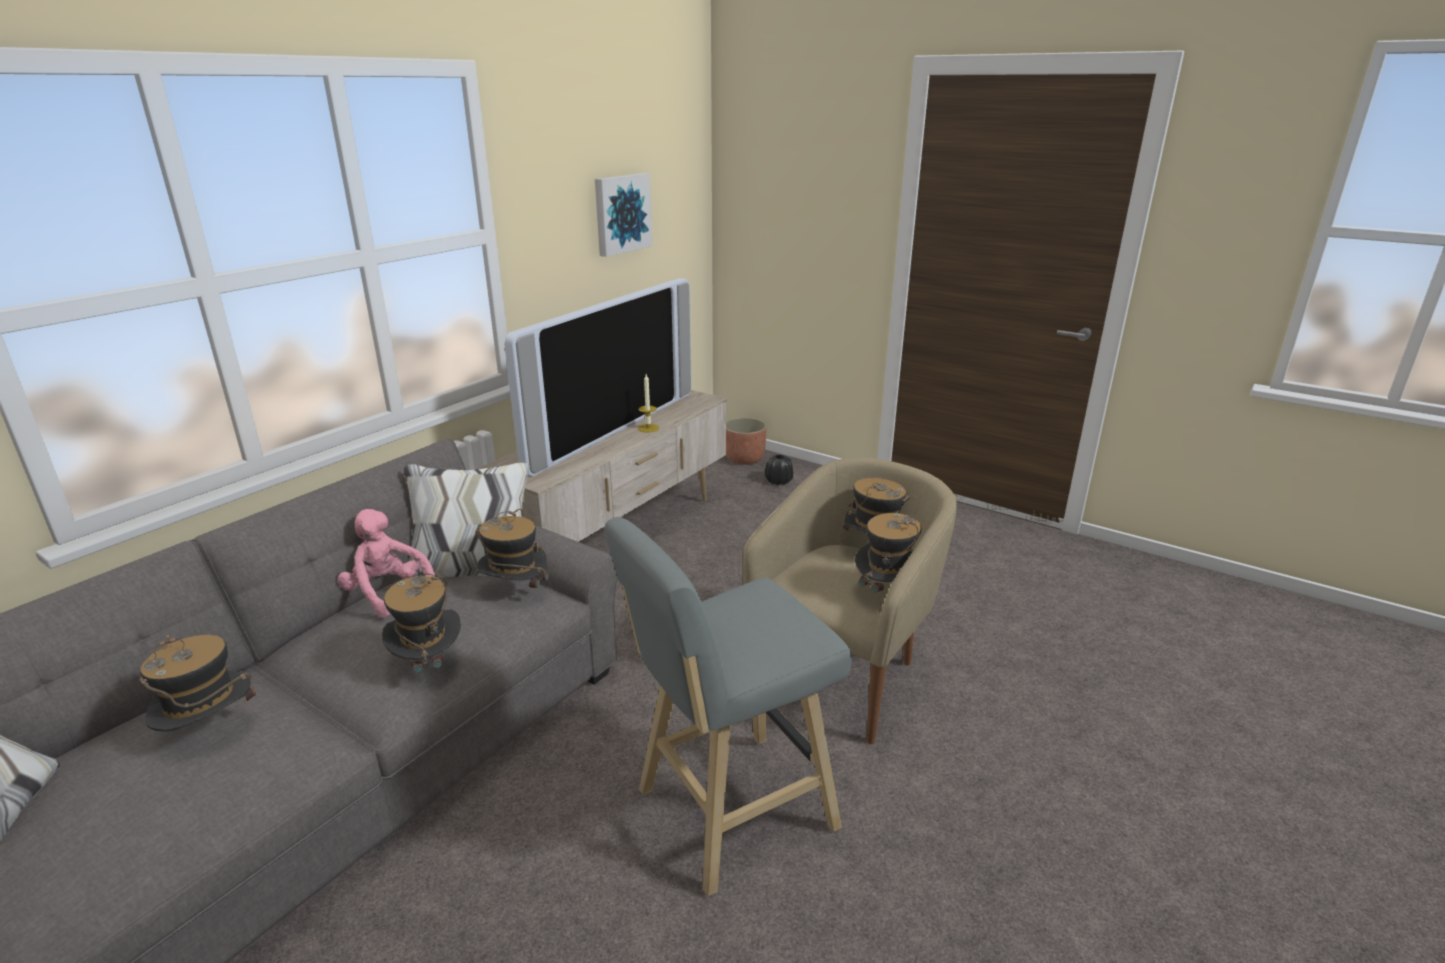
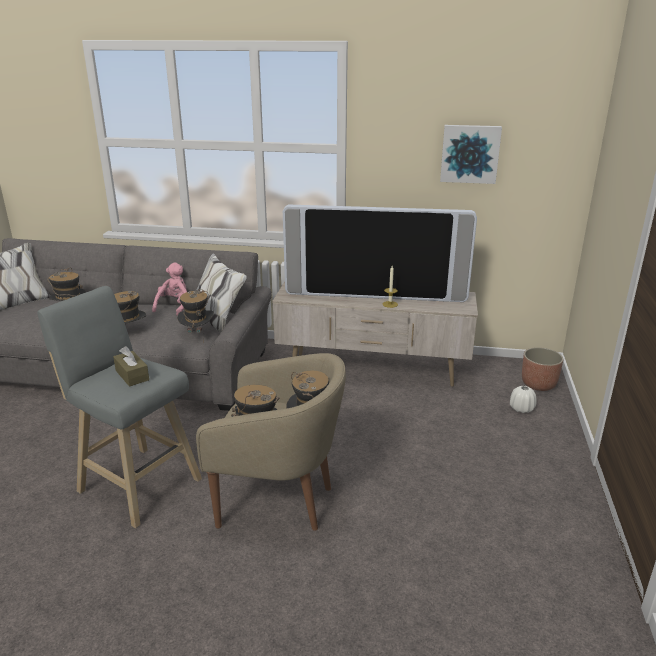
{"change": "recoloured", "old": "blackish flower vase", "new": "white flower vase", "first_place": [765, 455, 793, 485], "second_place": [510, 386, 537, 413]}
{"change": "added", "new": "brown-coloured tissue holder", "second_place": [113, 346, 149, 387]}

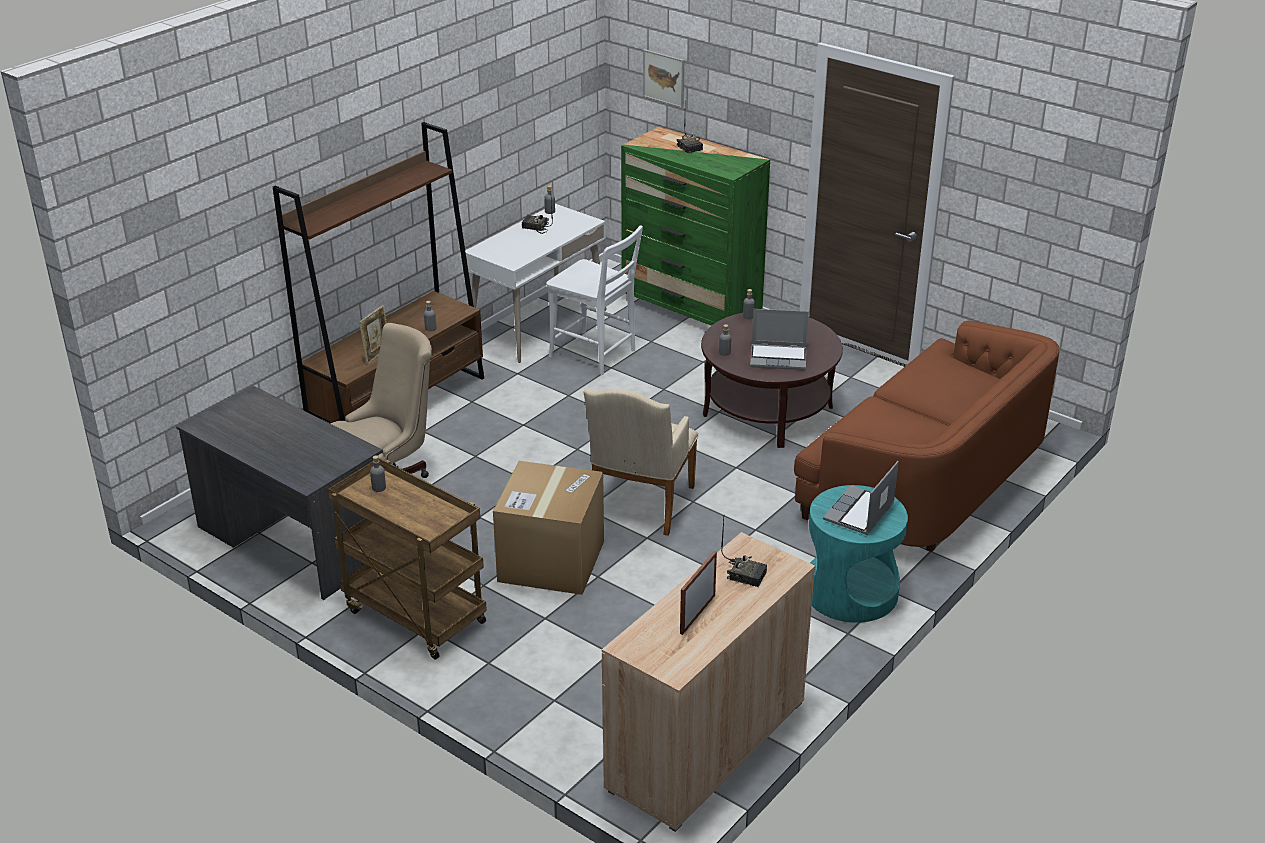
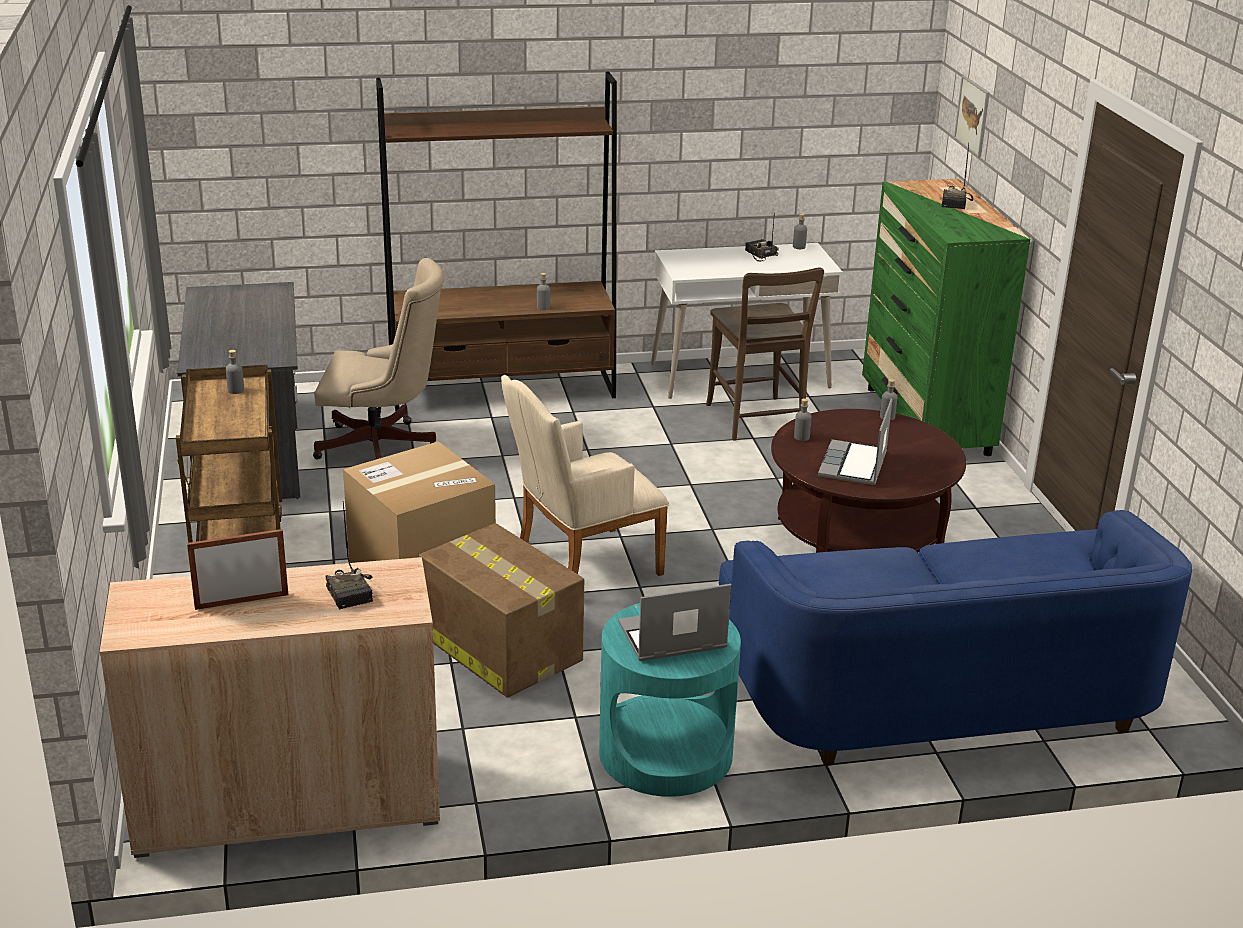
{"change": "removed", "old": "standing frame", "first_place": [359, 305, 387, 364]}
{"change": "recoloured", "old": "white upright chair", "new": "brown-coloured upright chair", "first_place": [546, 226, 643, 375], "second_place": [706, 267, 824, 441]}
{"change": "turned", "old": "laptop", "first_place": [750, 309, 809, 370], "second_place": [818, 398, 892, 485], "degrees": 60}
{"change": "recoloured", "old": "brown-coloured settee", "new": "blue-coloured settee", "first_place": [794, 321, 1059, 552], "second_place": [719, 510, 1192, 766]}
{"change": "added", "new": "carton", "second_place": [419, 523, 584, 698]}

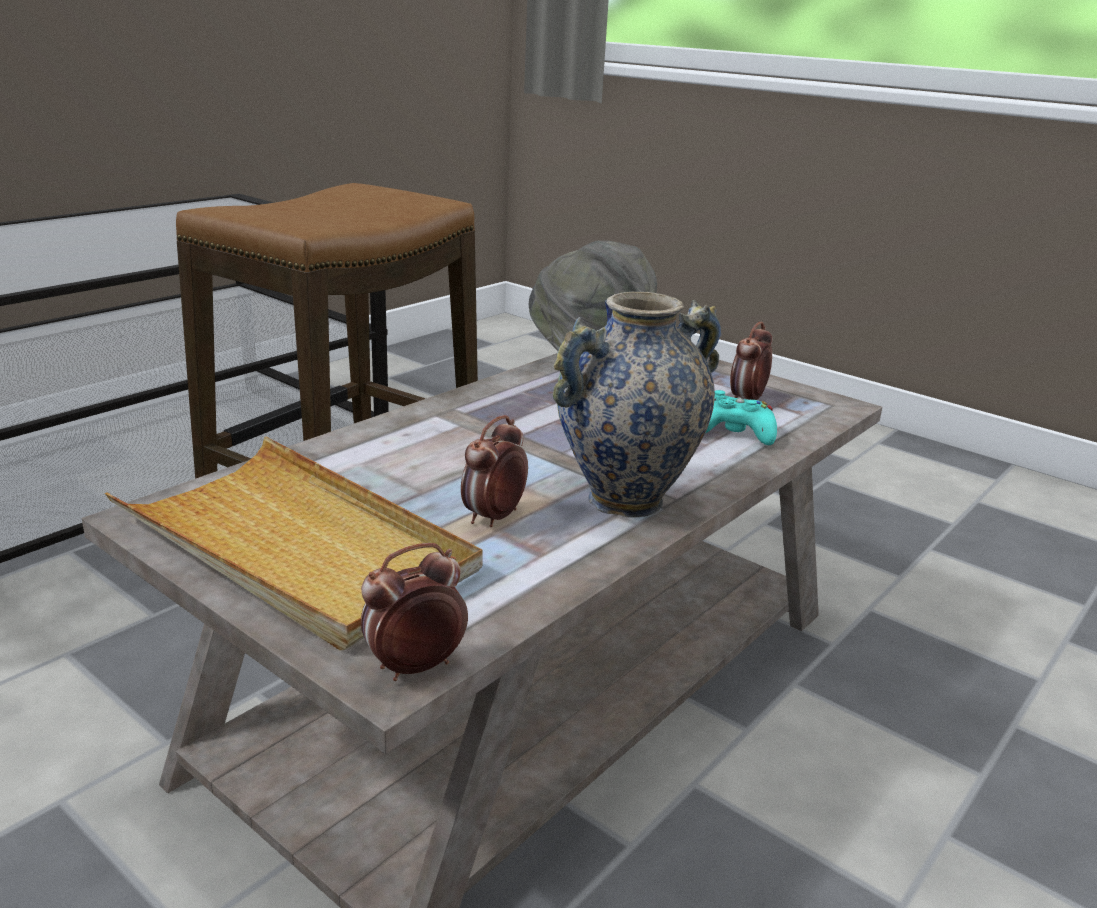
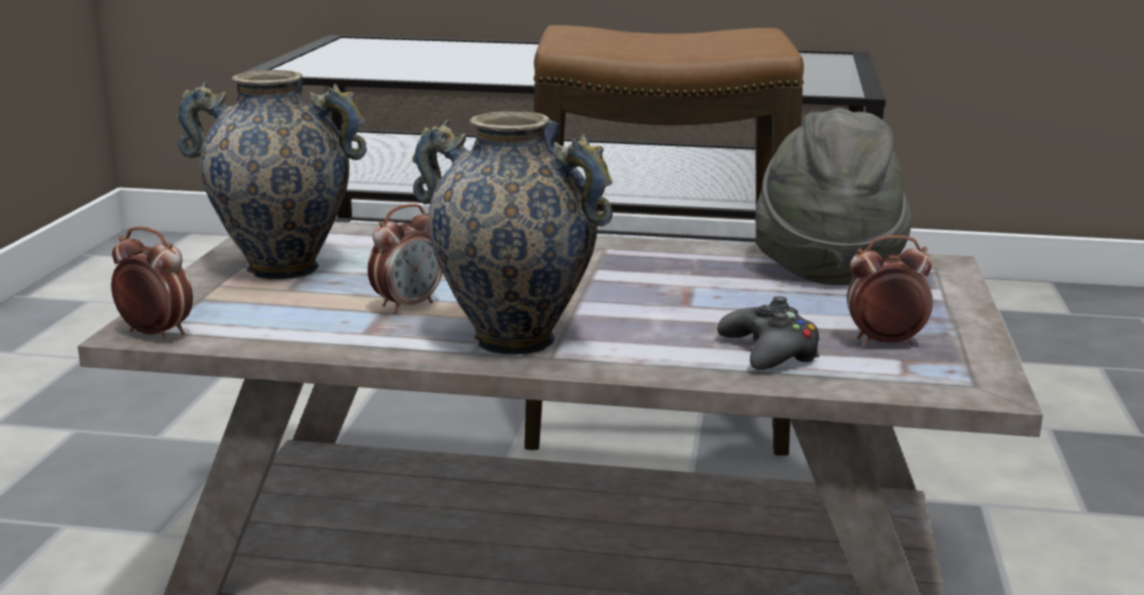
{"change": "replaced", "old": "beige-coloured serving tray", "new": "flower vase", "first_place": [105, 437, 482, 650], "second_place": [175, 70, 367, 280]}
{"change": "turned", "old": "alarm clock", "first_place": [461, 415, 528, 527], "second_place": [367, 204, 443, 314], "degrees": 135}
{"change": "recoloured", "old": "turquoise gamepad", "new": "blackish gamepad", "first_place": [706, 390, 777, 445], "second_place": [717, 296, 820, 370]}

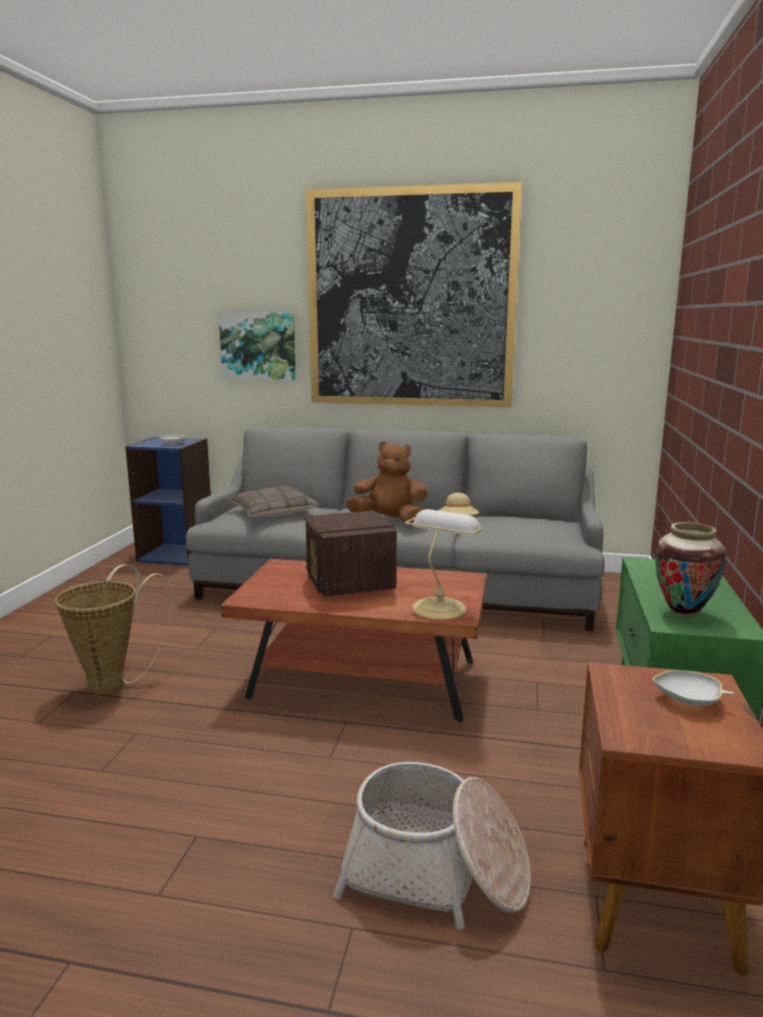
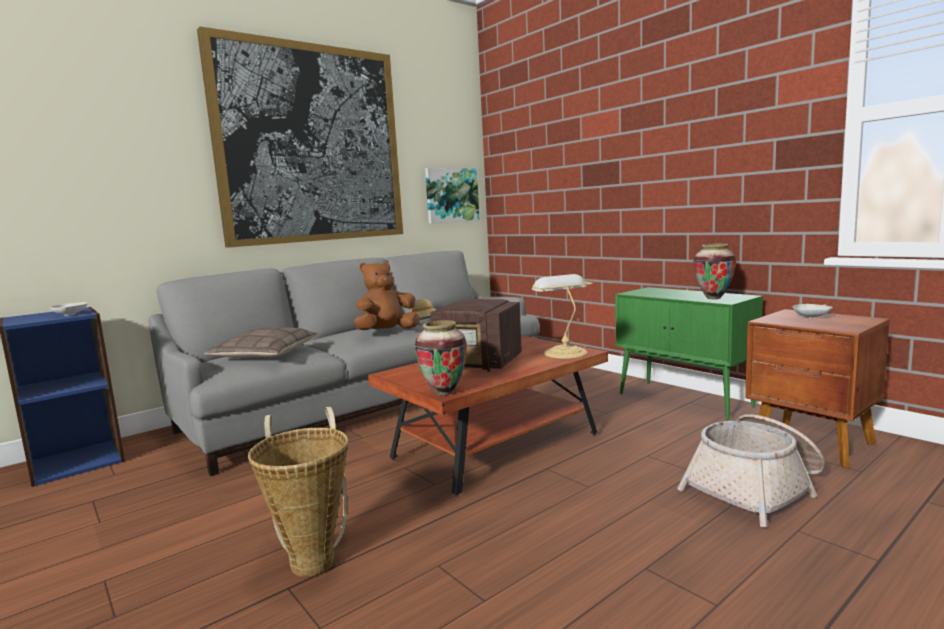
{"change": "moved", "old": "picture", "first_place": [219, 313, 296, 381], "second_place": [425, 168, 479, 224]}
{"change": "added", "new": "flower vase", "second_place": [415, 320, 467, 396]}

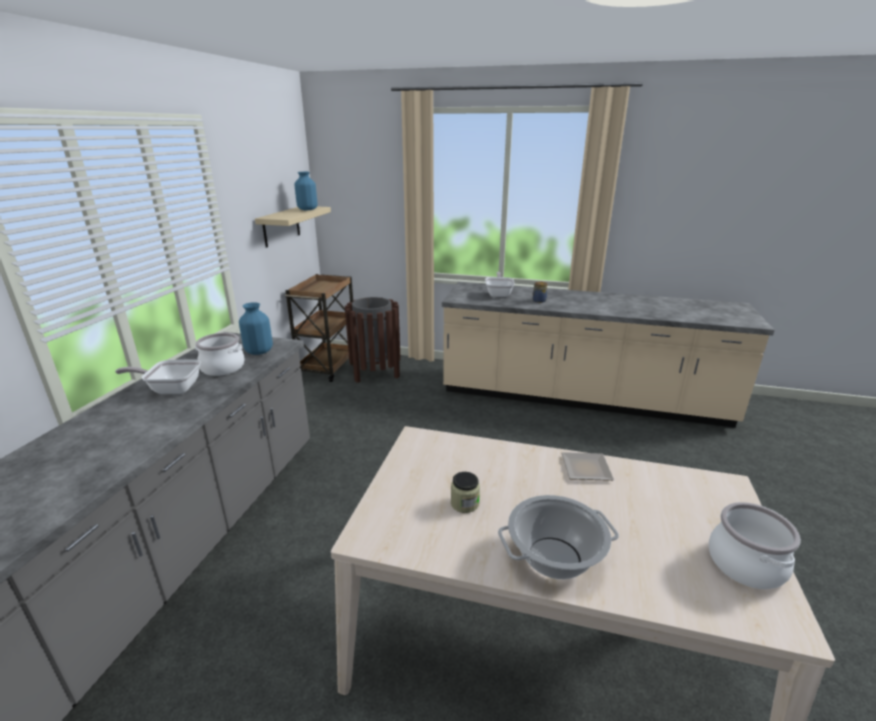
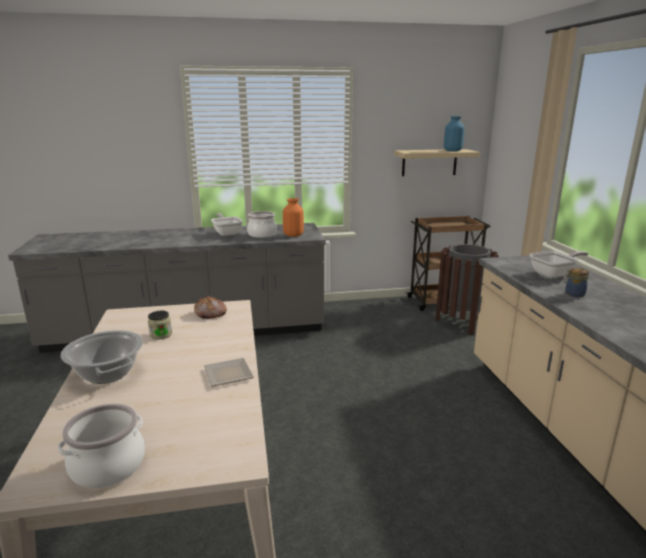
{"change": "recoloured", "old": "blue-coloured flower vase", "new": "orangey flower vase", "first_place": [239, 302, 273, 355], "second_place": [283, 198, 304, 237]}
{"change": "added", "new": "bread", "second_place": [194, 296, 227, 319]}

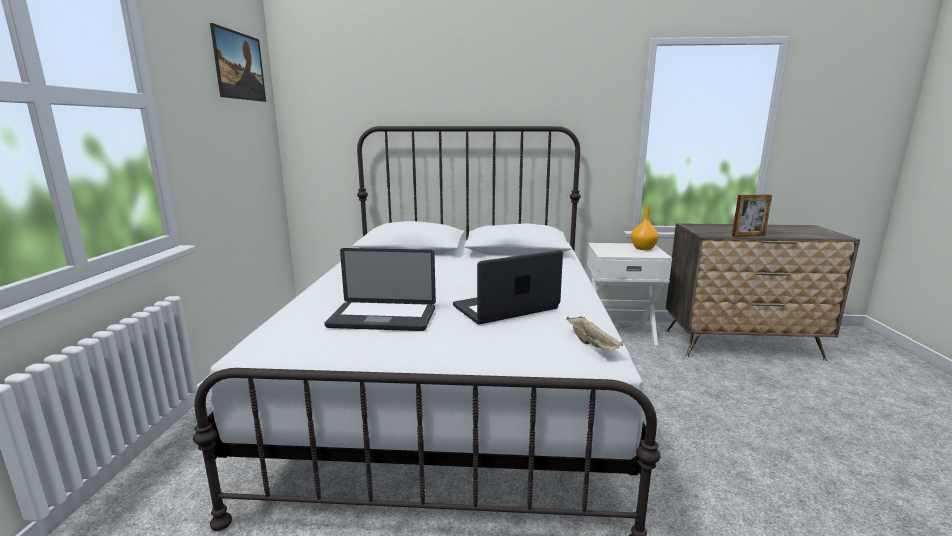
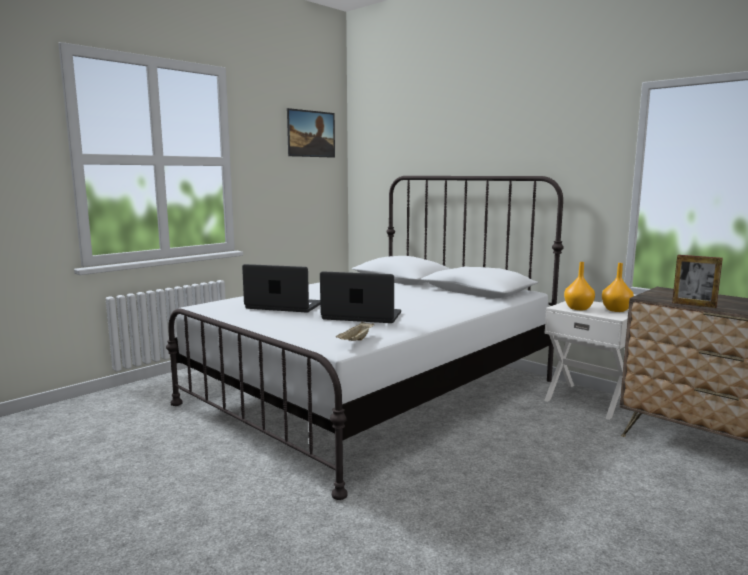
{"change": "turned", "old": "laptop", "first_place": [325, 248, 436, 331], "second_place": [242, 264, 320, 313], "degrees": 150}
{"change": "added", "new": "orangey flower vase", "second_place": [564, 262, 595, 310]}

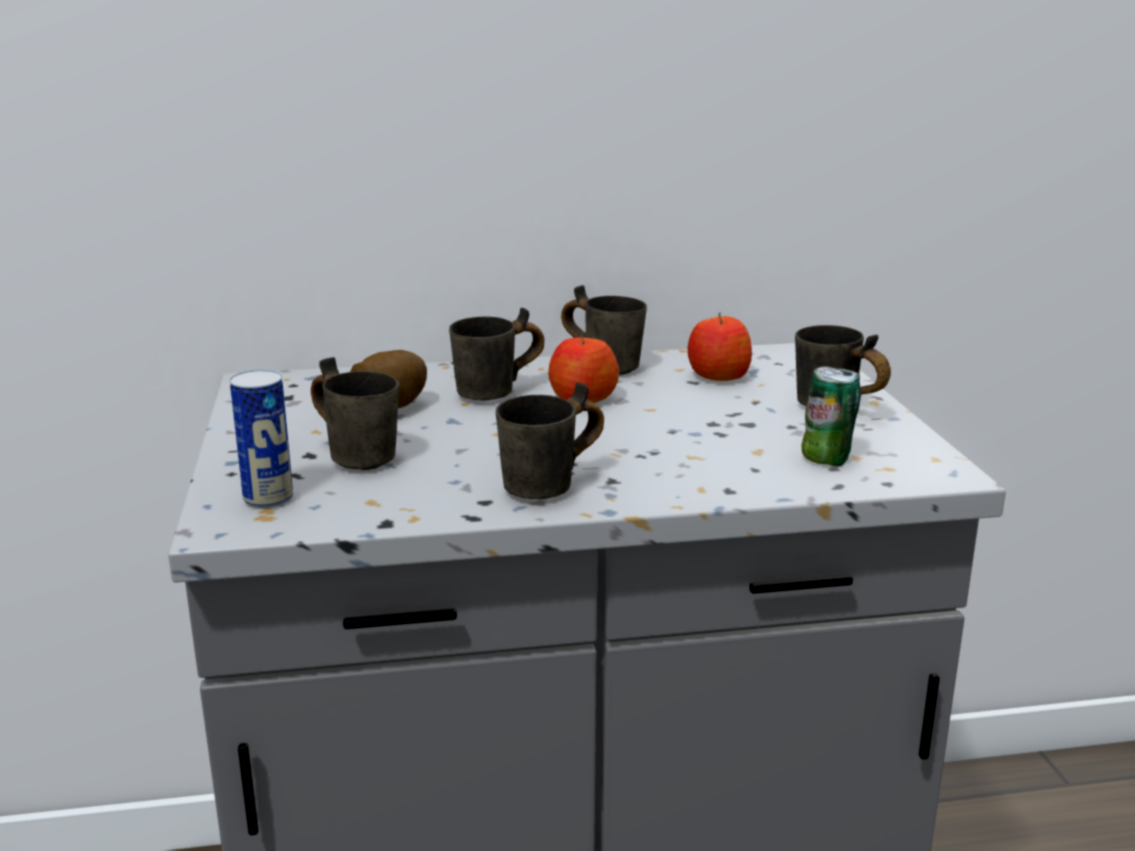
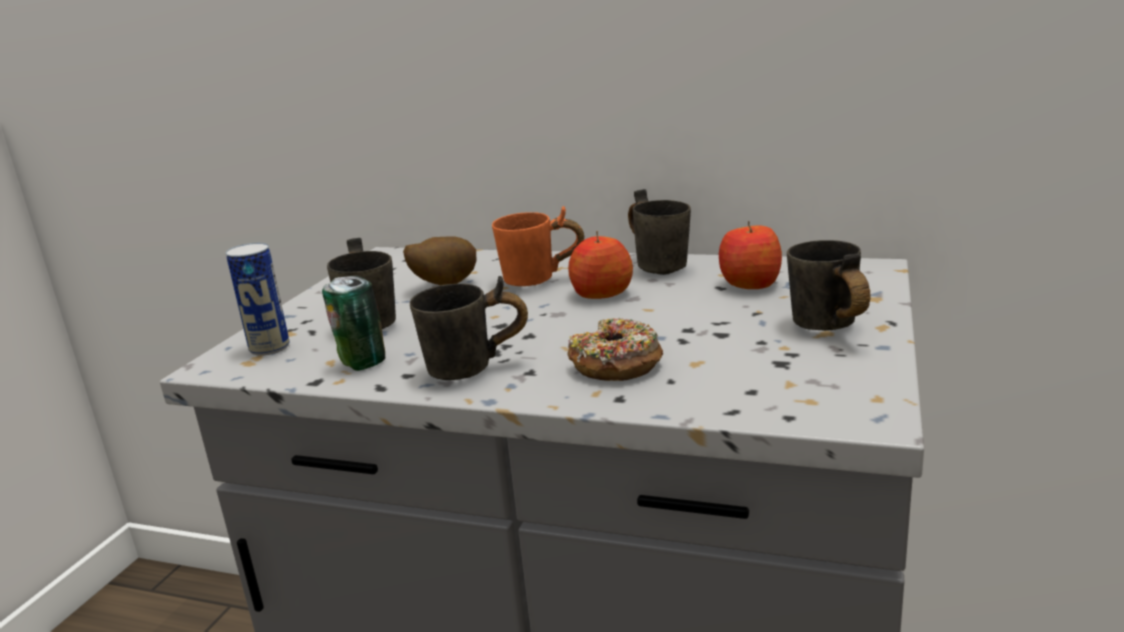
{"change": "recoloured", "old": "greyish coffee mug", "new": "orangey coffee mug", "first_place": [449, 308, 545, 400], "second_place": [492, 206, 584, 286]}
{"change": "moved", "old": "can", "first_place": [801, 366, 861, 466], "second_place": [322, 275, 385, 371]}
{"change": "added", "new": "doughnut", "second_place": [567, 318, 663, 381]}

